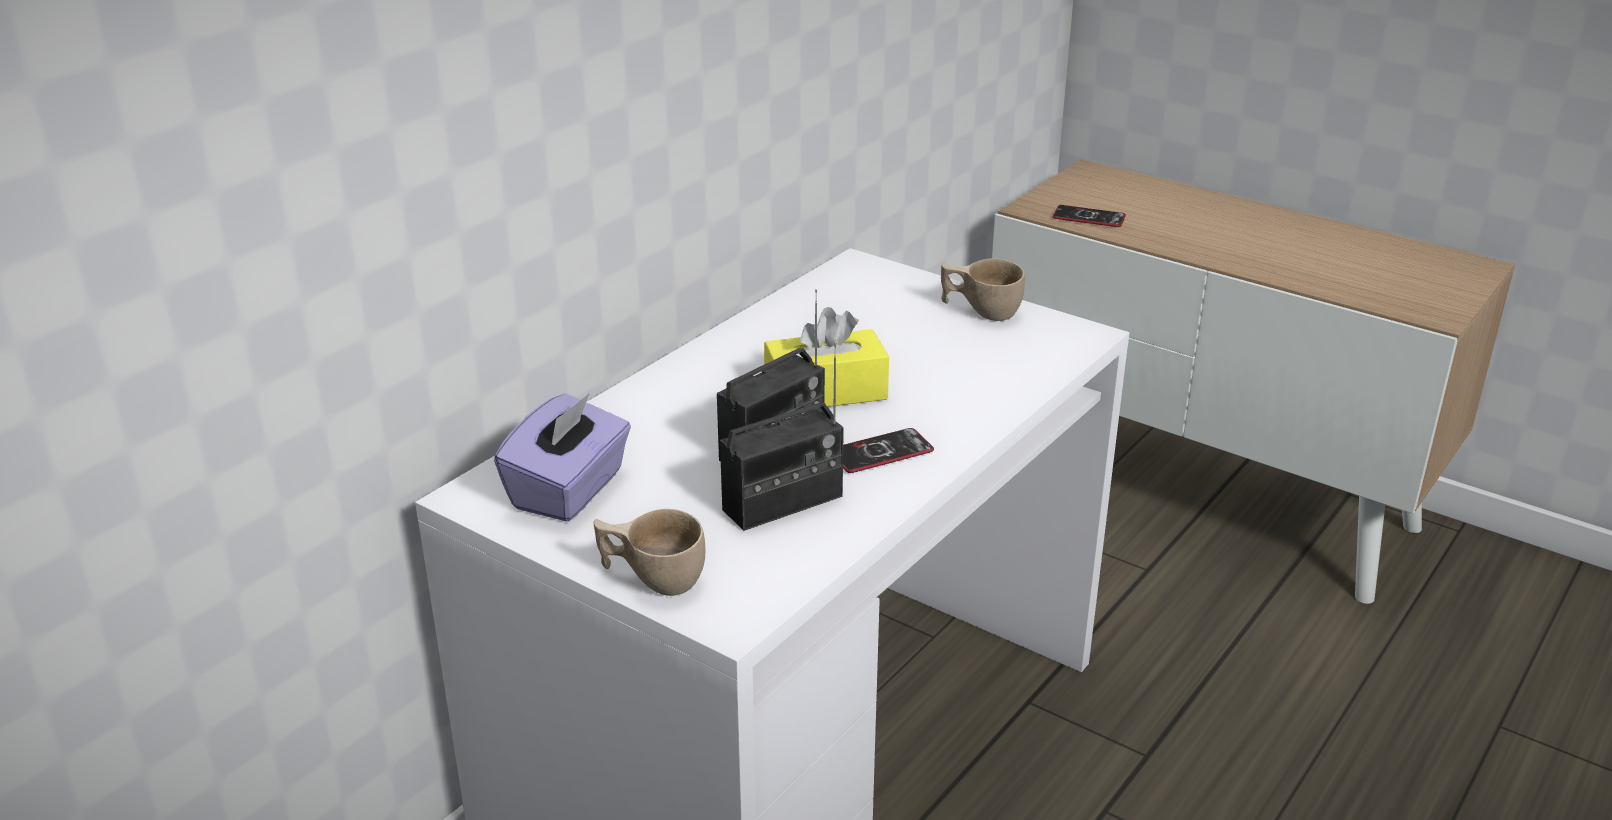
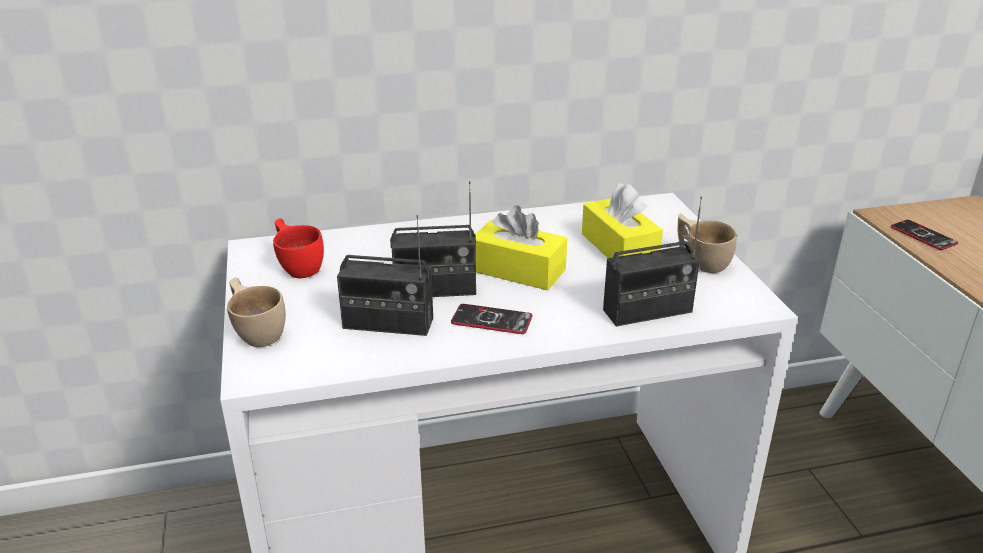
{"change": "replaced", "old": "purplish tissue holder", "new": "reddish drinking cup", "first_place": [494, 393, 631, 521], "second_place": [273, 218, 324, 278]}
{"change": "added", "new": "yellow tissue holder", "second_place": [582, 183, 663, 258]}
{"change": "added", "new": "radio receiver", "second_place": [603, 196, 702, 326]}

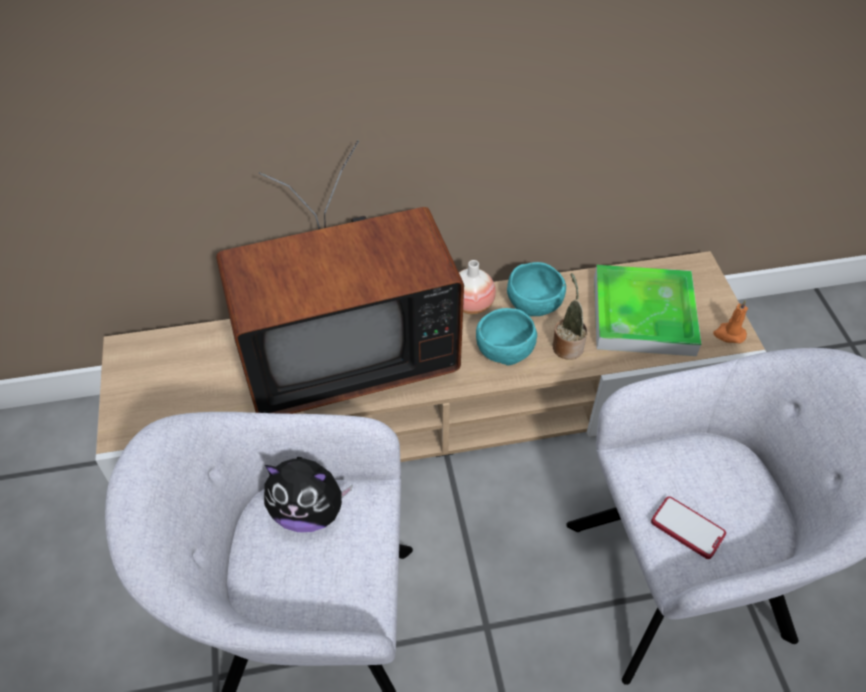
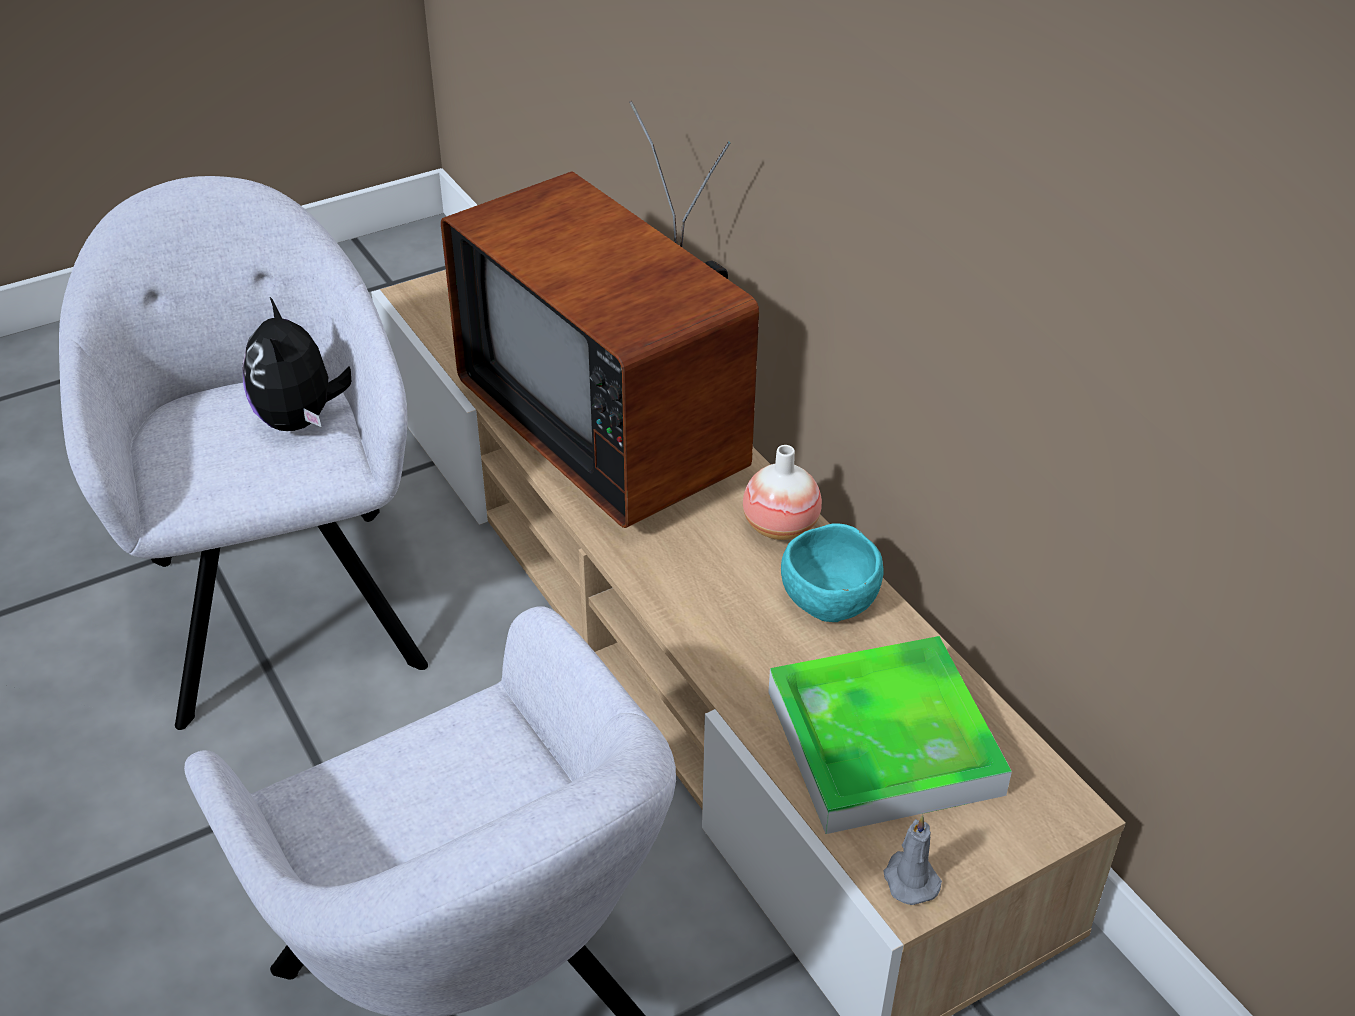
{"change": "removed", "old": "turquoise serving bowl", "first_place": [476, 308, 537, 366]}
{"change": "removed", "old": "plant in a pot", "first_place": [553, 273, 588, 360]}
{"change": "removed", "old": "handset", "first_place": [651, 496, 726, 559]}
{"change": "recoloured", "old": "orangey candle", "new": "greyish candle", "first_place": [713, 300, 748, 343], "second_place": [884, 815, 942, 905]}

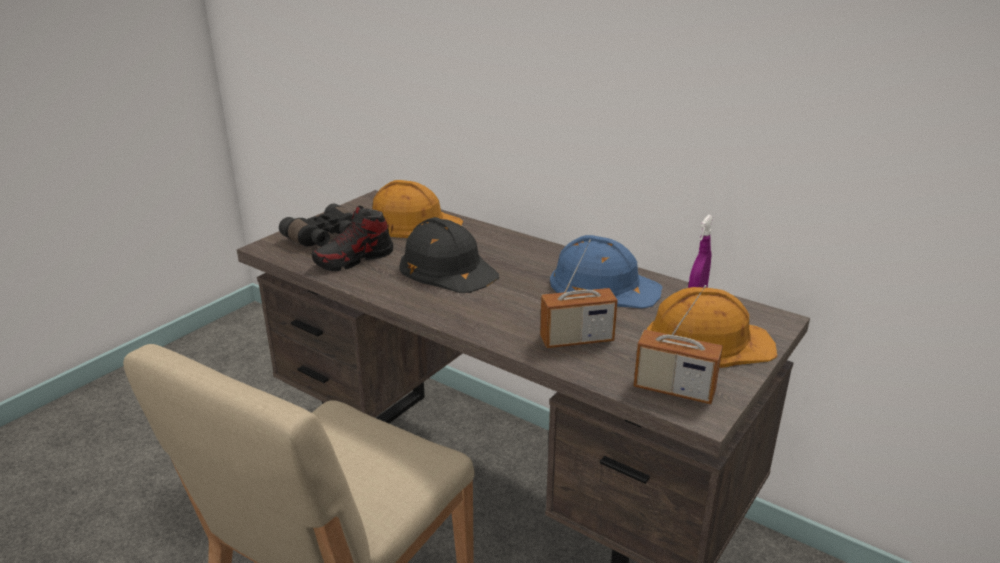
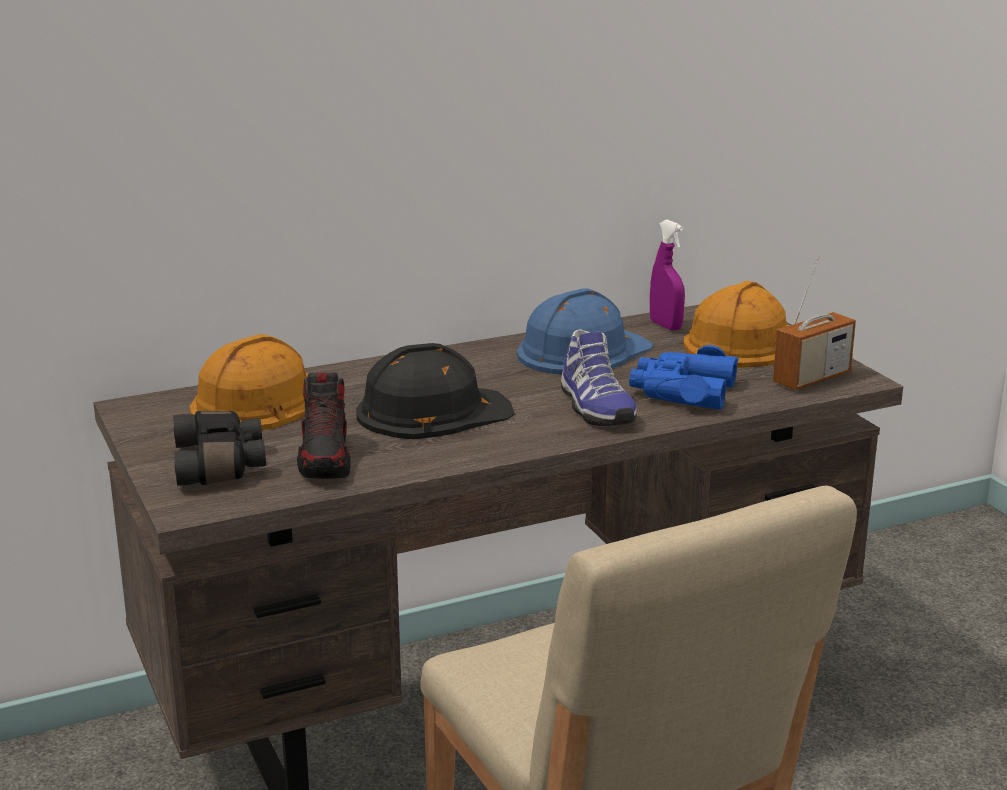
{"change": "replaced", "old": "radio receiver", "new": "blue-coloured binoculars", "first_place": [540, 239, 618, 348], "second_place": [629, 345, 739, 410]}
{"change": "added", "new": "low shoe", "second_place": [561, 329, 637, 426]}

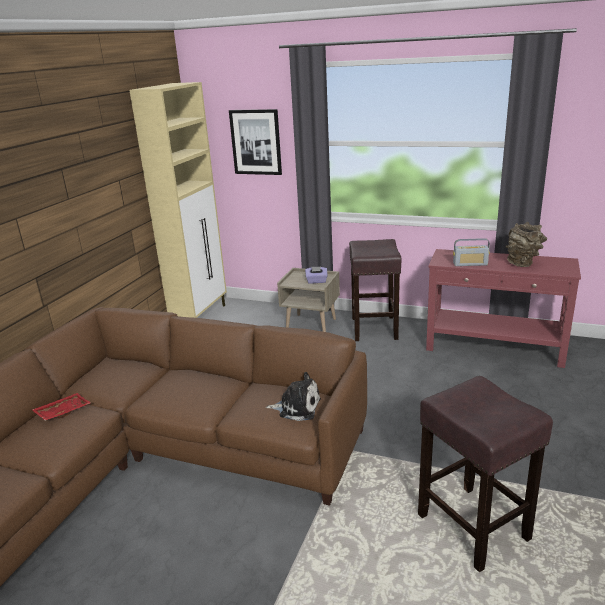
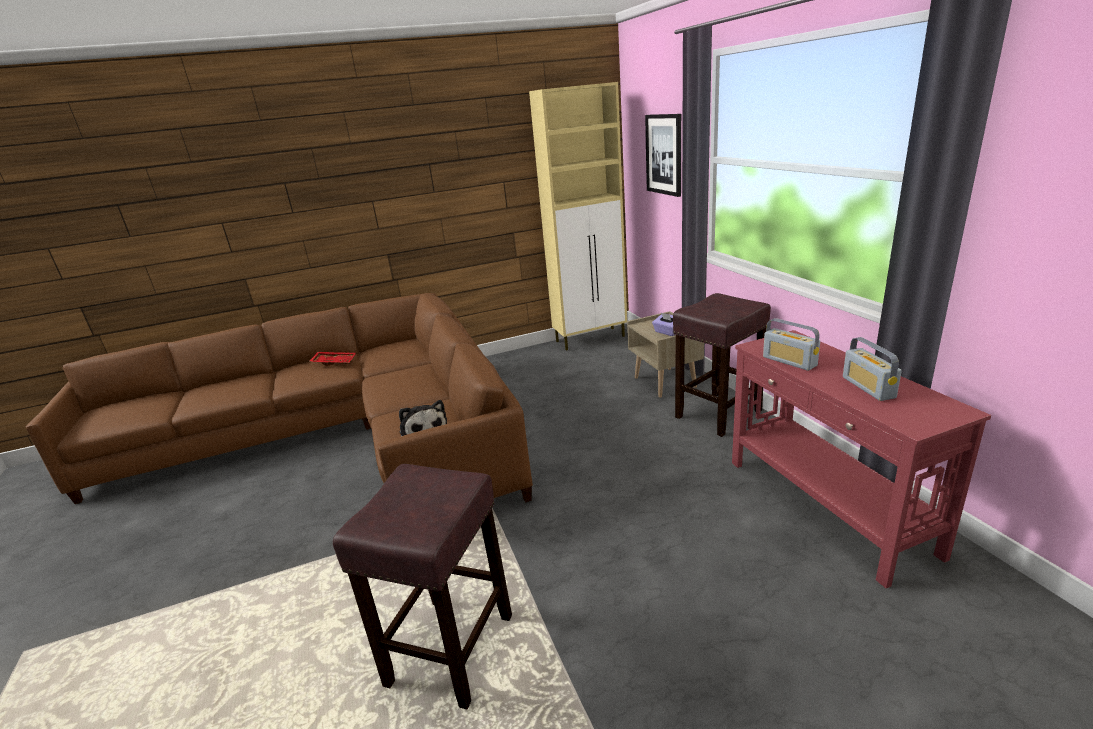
{"change": "replaced", "old": "brown-coloured flower vase", "new": "radio receiver", "first_place": [505, 222, 547, 267], "second_place": [843, 337, 902, 401]}

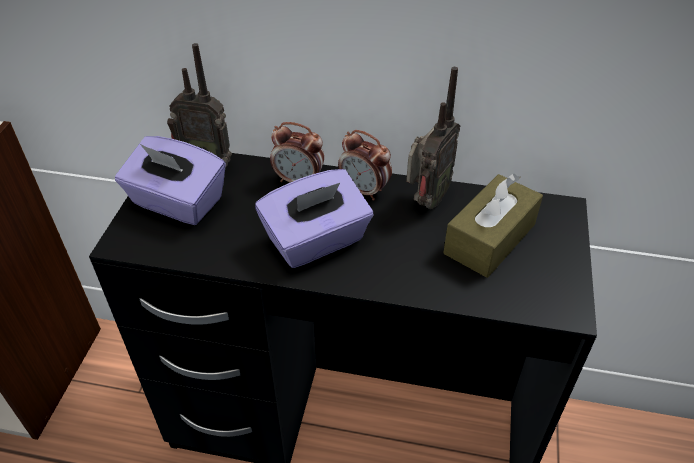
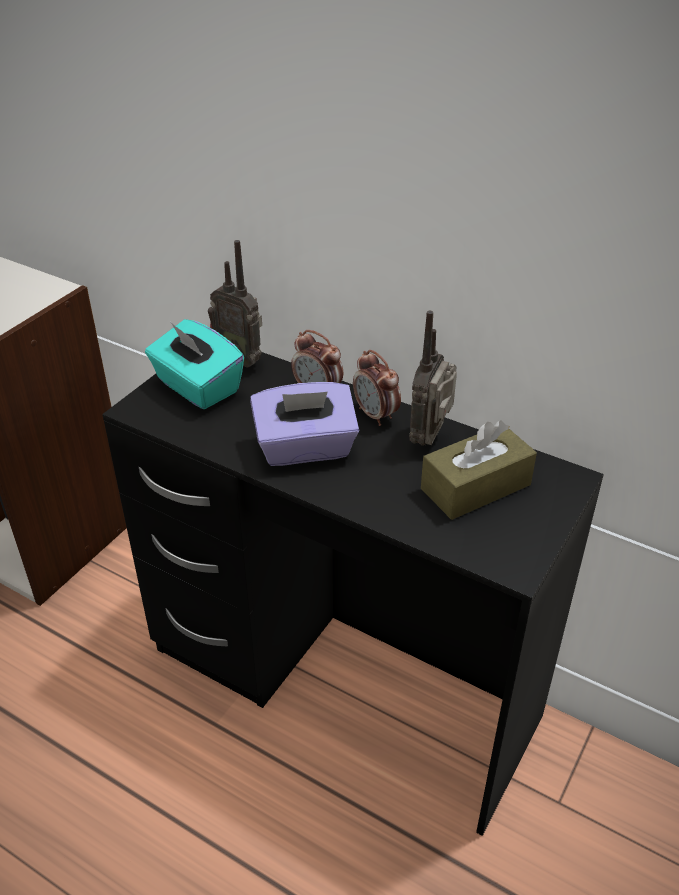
{"change": "recoloured", "old": "purplish tissue holder", "new": "turquoise tissue holder", "first_place": [115, 136, 226, 225], "second_place": [145, 319, 244, 409]}
{"change": "turned", "old": "radio receiver", "first_place": [406, 67, 460, 209], "second_place": [409, 311, 457, 446], "degrees": 150}

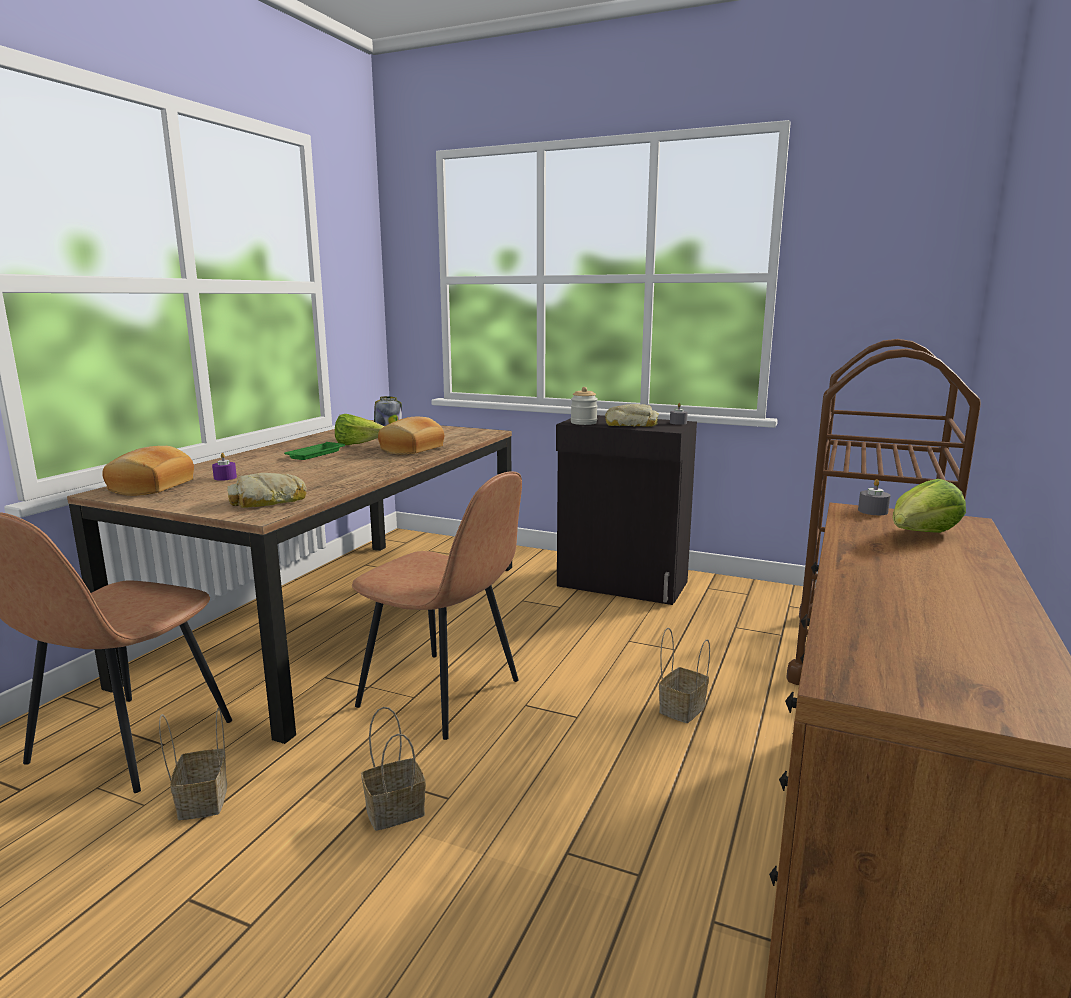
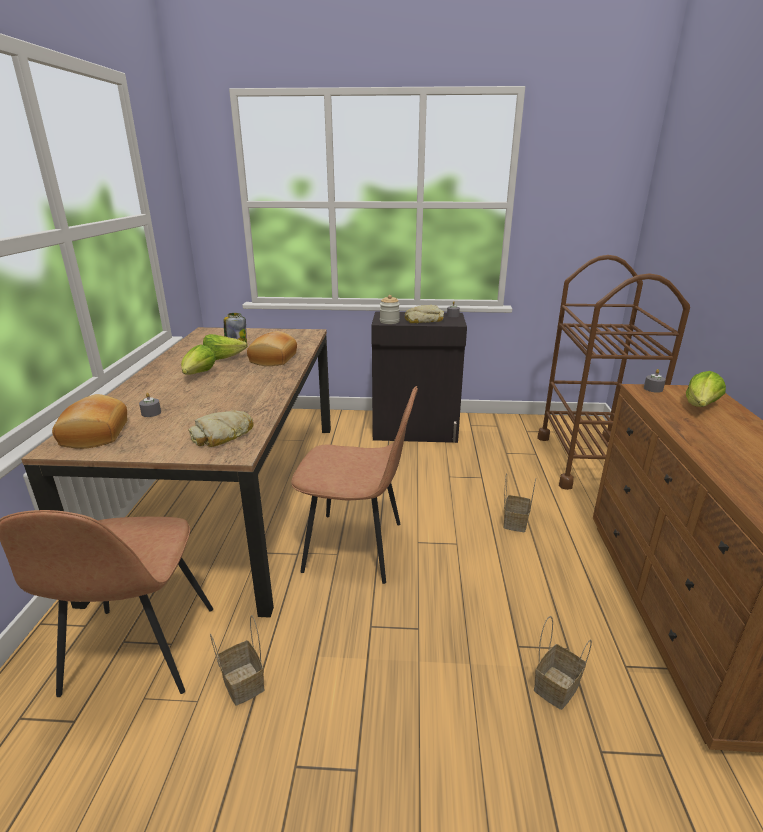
{"change": "recoloured", "old": "purplish candle", "new": "greyish candle", "first_place": [212, 453, 237, 481], "second_place": [139, 393, 161, 417]}
{"change": "replaced", "old": "green serving tray", "new": "lettuce", "first_place": [284, 442, 345, 460], "second_place": [181, 344, 216, 375]}
{"change": "moved", "old": "storage basket", "first_place": [361, 707, 426, 831], "second_place": [534, 616, 592, 710]}

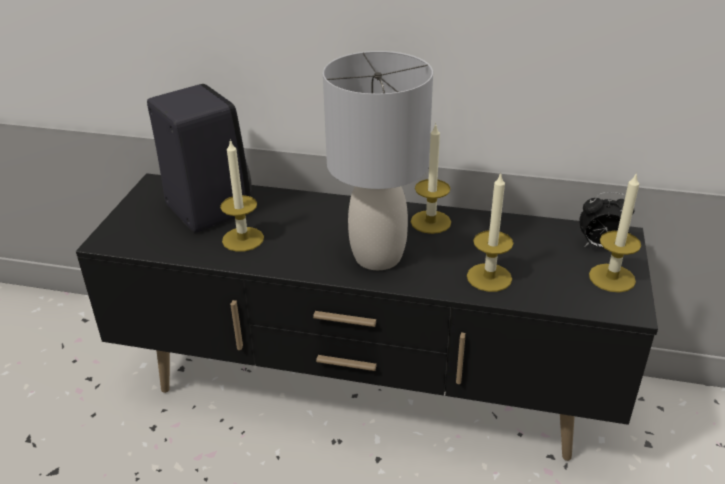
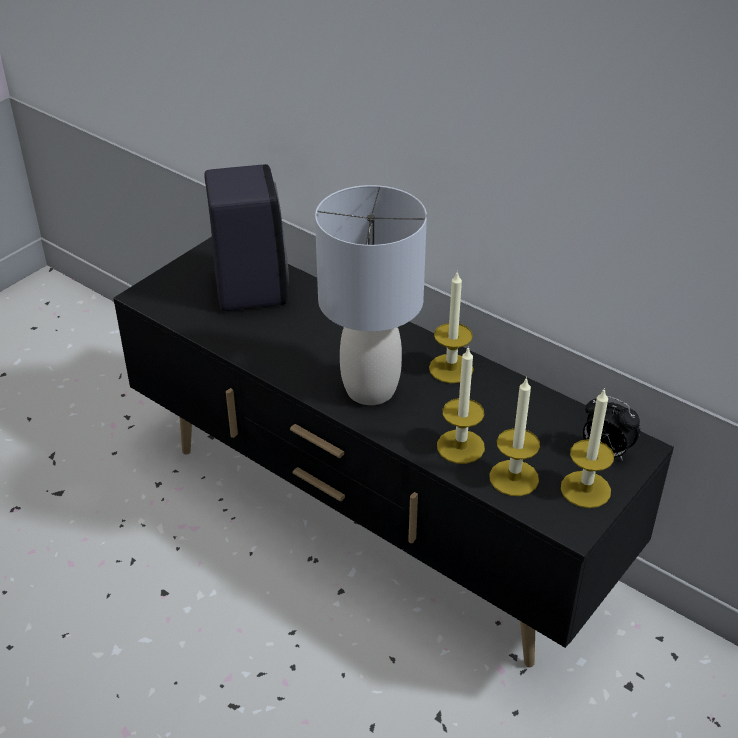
{"change": "moved", "old": "candle", "first_place": [220, 139, 264, 252], "second_place": [489, 377, 540, 496]}

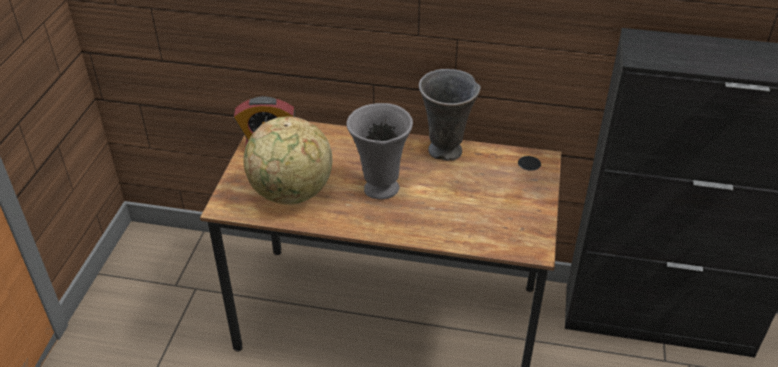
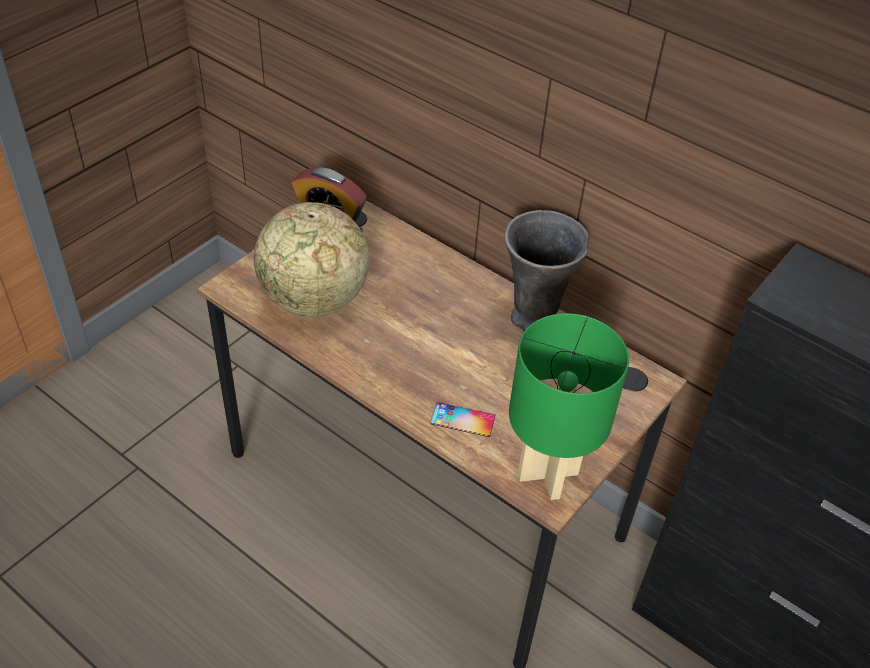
{"change": "removed", "old": "greyish flower vase", "first_place": [346, 103, 413, 200]}
{"change": "added", "new": "handset", "second_place": [430, 402, 495, 437]}
{"change": "added", "new": "green lamp for a table", "second_place": [509, 313, 629, 500]}

